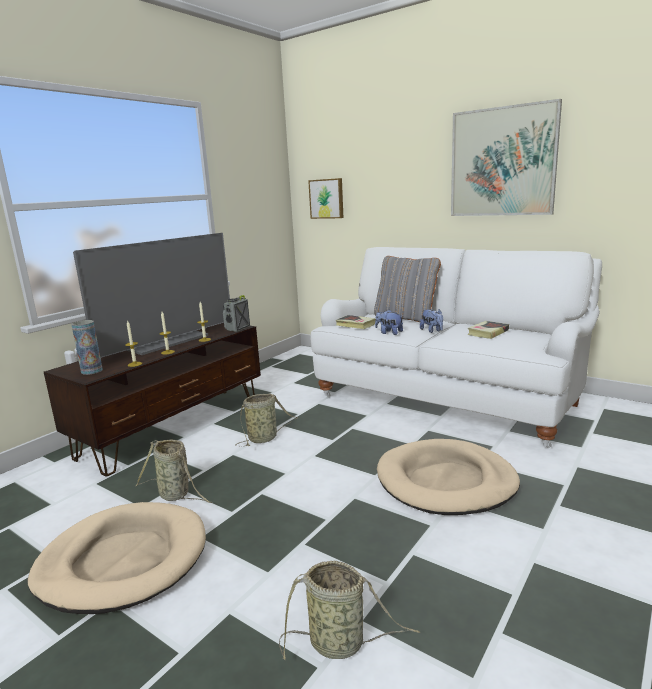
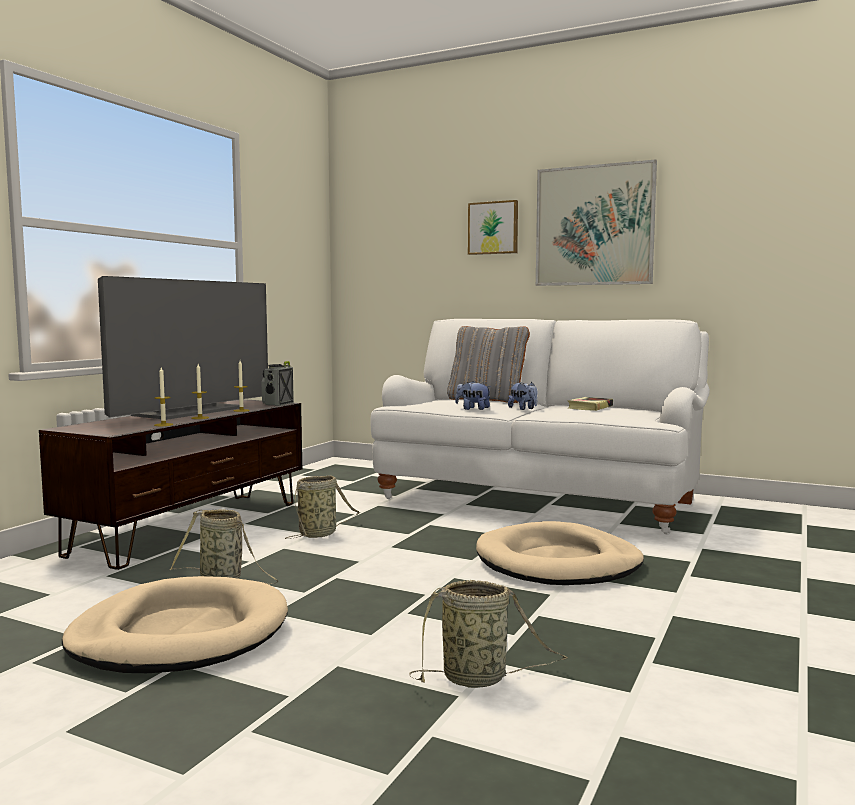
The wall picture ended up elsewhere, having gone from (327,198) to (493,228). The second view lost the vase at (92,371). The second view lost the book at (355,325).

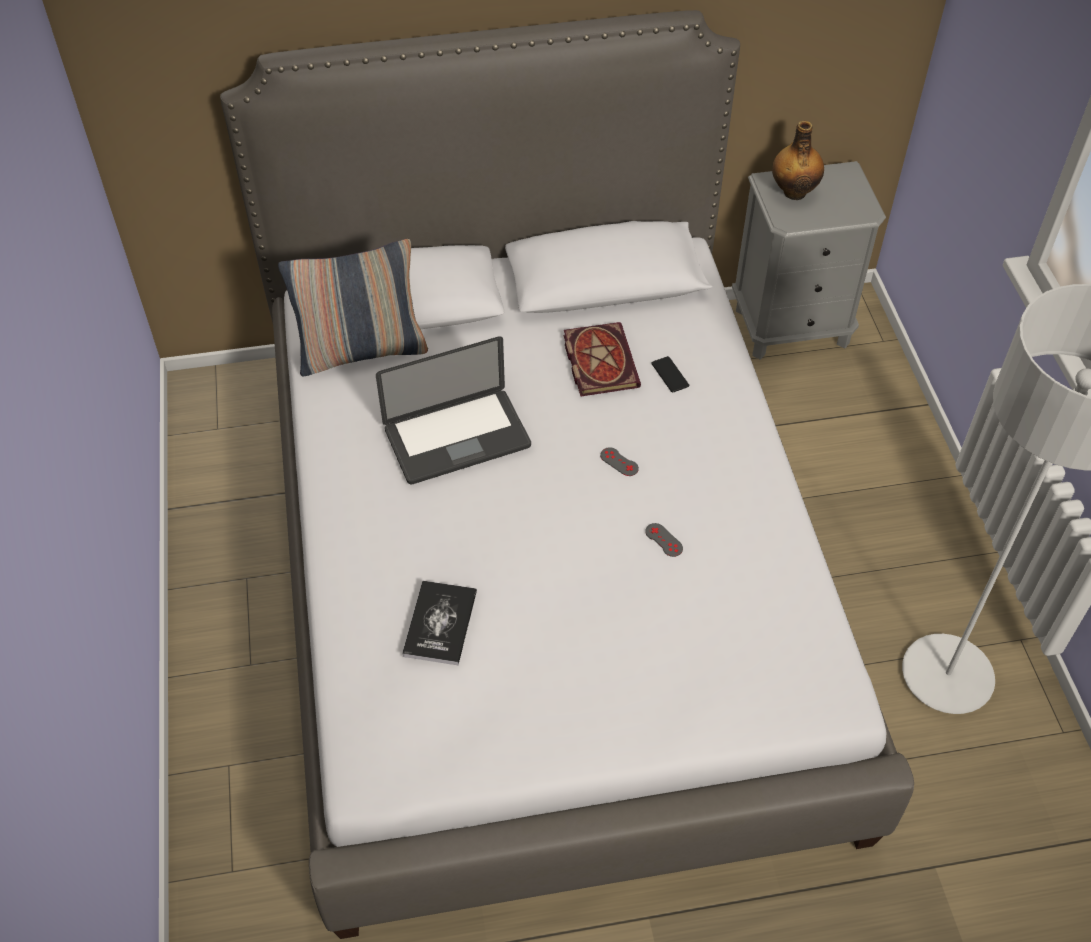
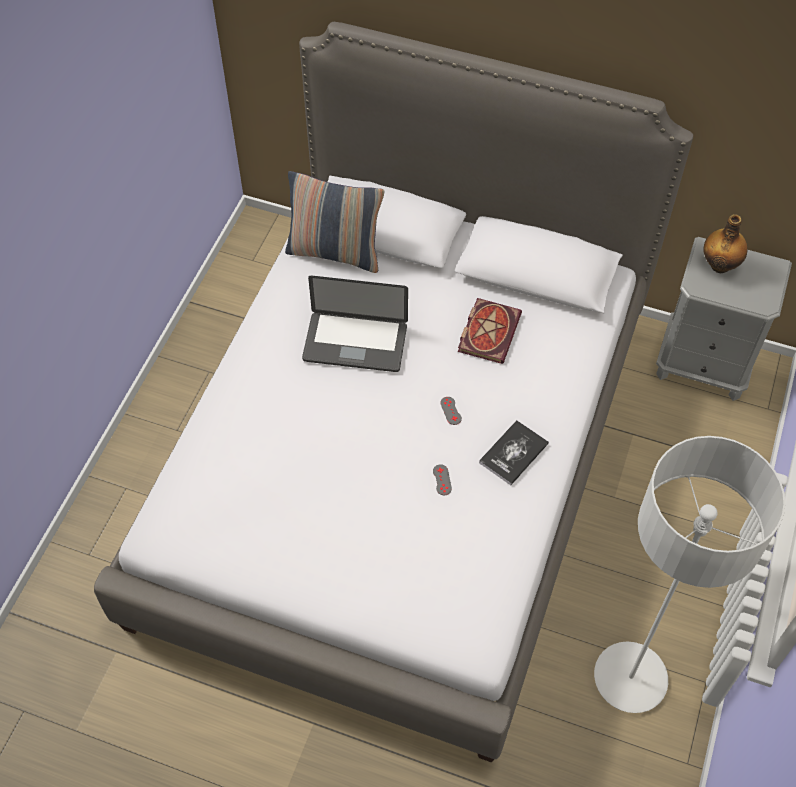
The book ended up elsewhere, having gone from (440,623) to (513,453). The second view lost the handset at (670,375).

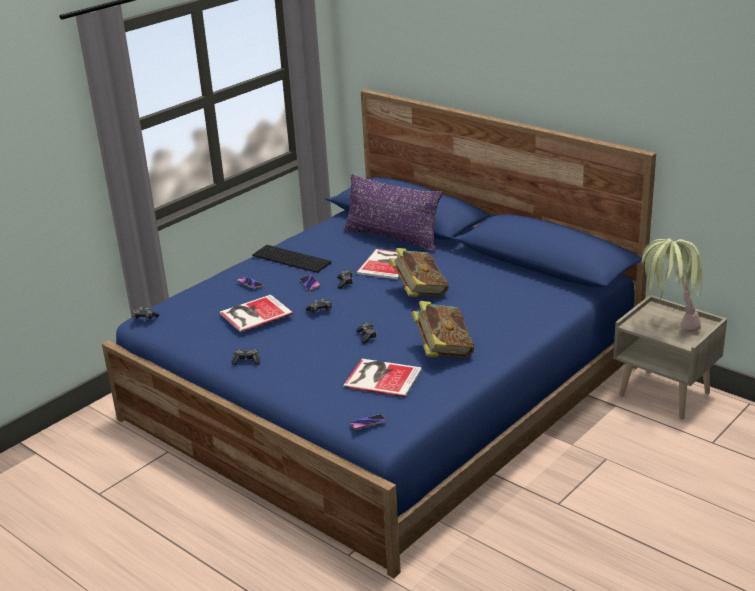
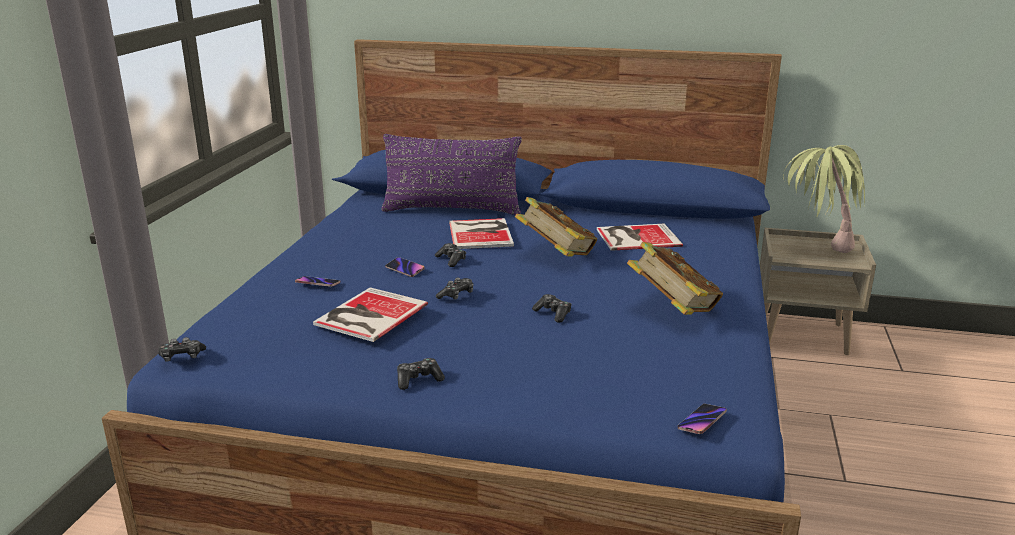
The book ended up elsewhere, having gone from (381,377) to (635,237). The second view lost the PC keyboard at (293,258).

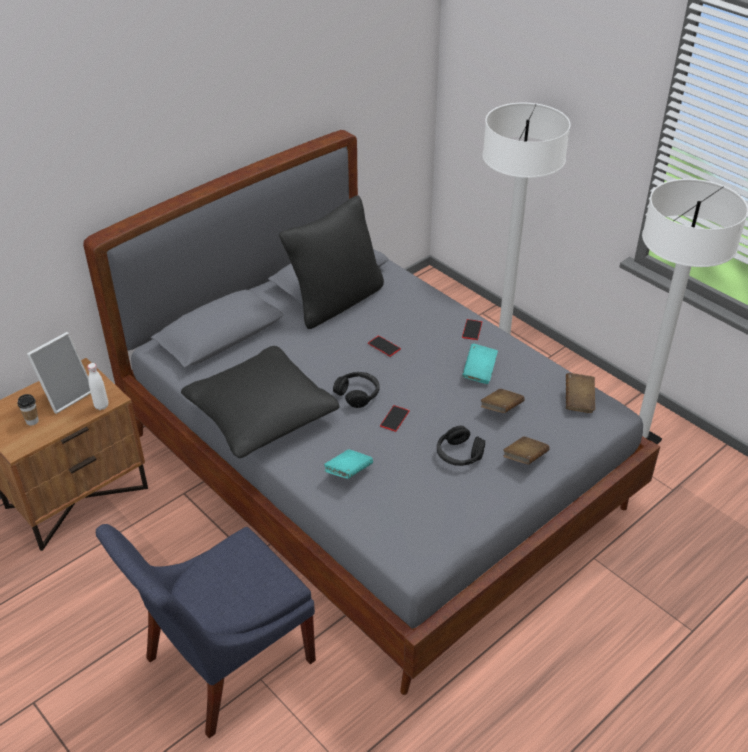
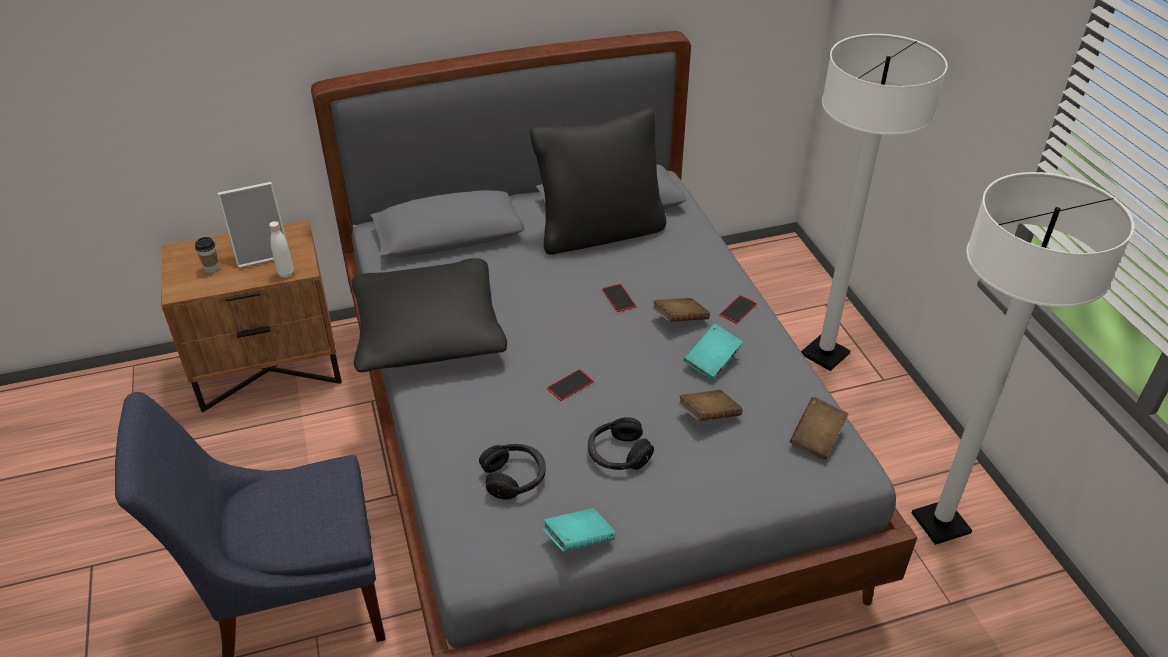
The headphones/blackish ended up elsewhere, having gone from (357,394) to (514,477). The book/blue-green ended up elsewhere, having gone from (348,472) to (578,540). The book/brown-coloured ended up elsewhere, having gone from (524,458) to (680,320).

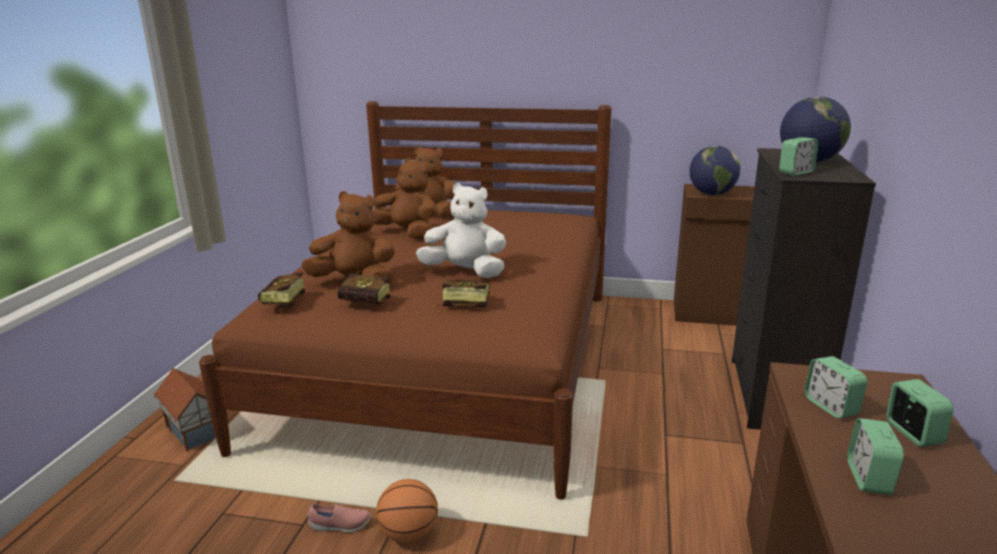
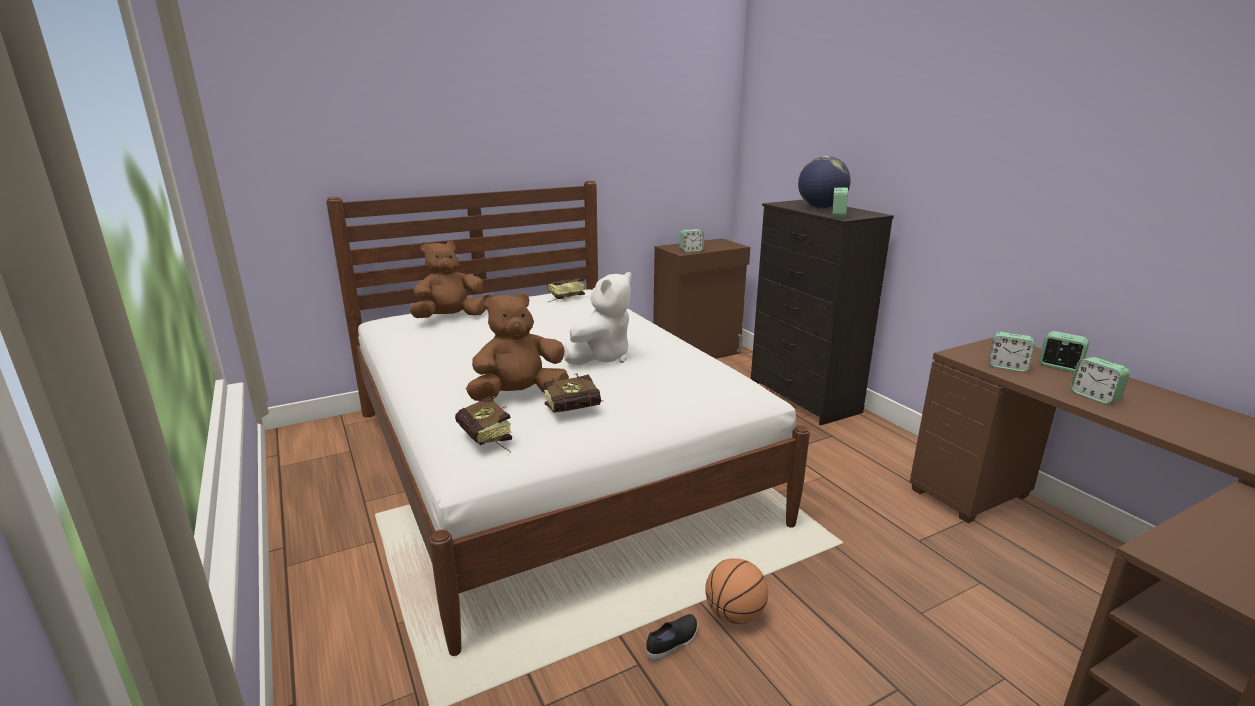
What was the bedroom bed/brown-coloured at (449,361) turned into the bedroom bed/white at (548,462). The book ended up elsewhere, having gone from (461,304) to (563,297). The plush toy/white at (465,272) ended up facing another way, 150 degrees clockwise from before. What was the shoe/pink-coloured at (340,526) turned into the shoe/blackish at (673,644). Where the globe stood at (711,194), the alarm clock came to stand at (691,250). The second view lost the toy house at (195,430). The second view lost the plush toy/brown-coloured at (408,234).

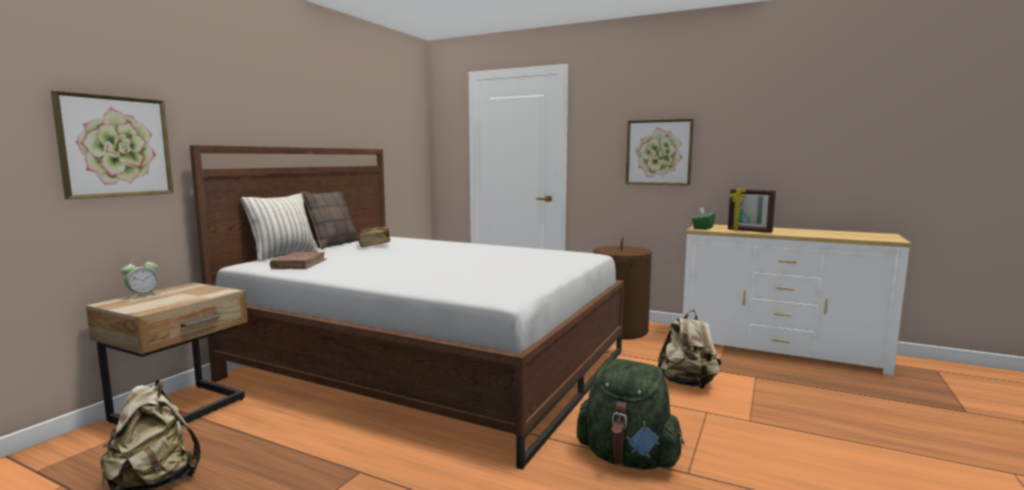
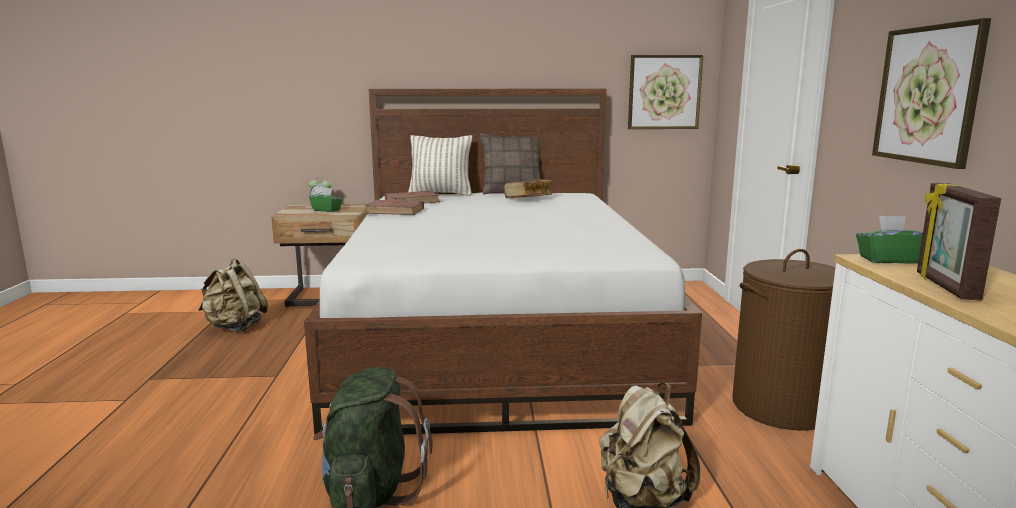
The second view gained the tissue box/green-coloured at (326,210). The second view gained the book/brown-coloured at (395,211). The wall picture ended up elsewhere, having gone from (115,146) to (664,92).

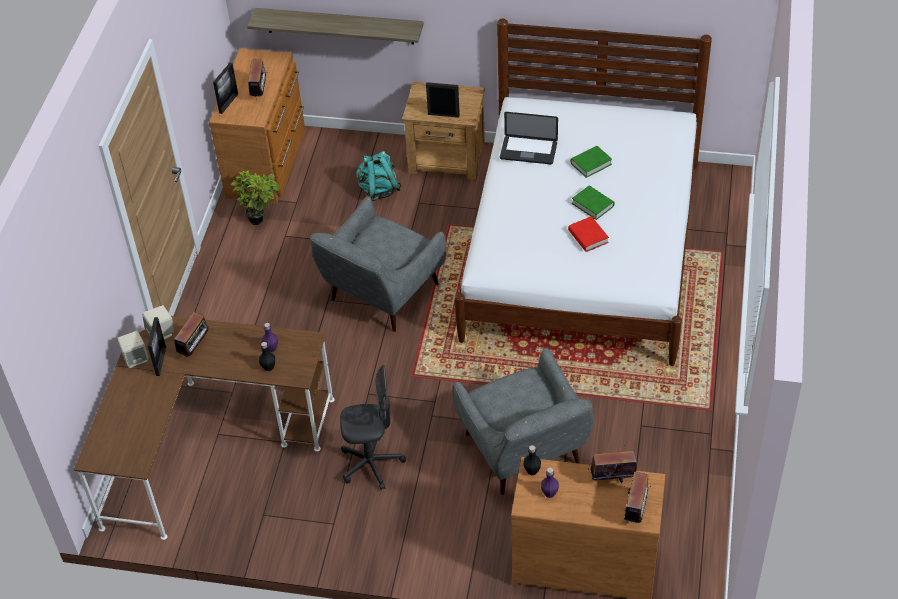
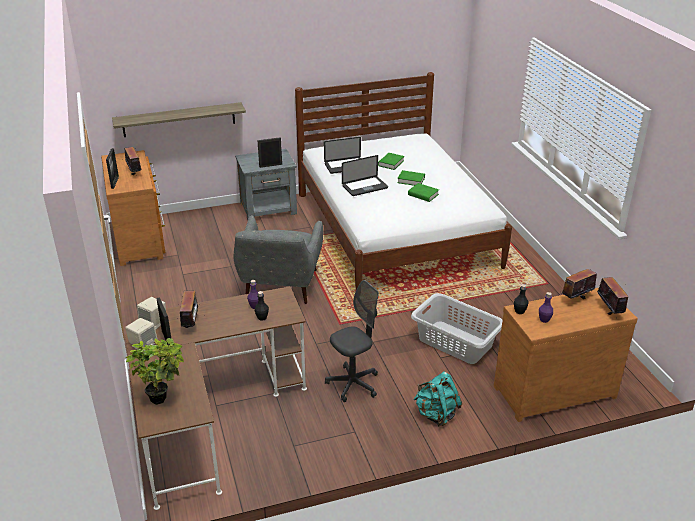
The houseplant ended up elsewhere, having gone from (260,219) to (162,397). What was the bedside table/brown-coloured at (447,159) turned into the bedside table/gray at (269,208). The second view gained the notebook computer at (365,187). What was the book/red at (588,237) turned into the book/green-coloured at (423,195). Where the easy chair/gray stood at (524,453), the hamper/gray came to stand at (455,342). The backpack/blue-green ended up elsewhere, having gone from (379,190) to (436,414).

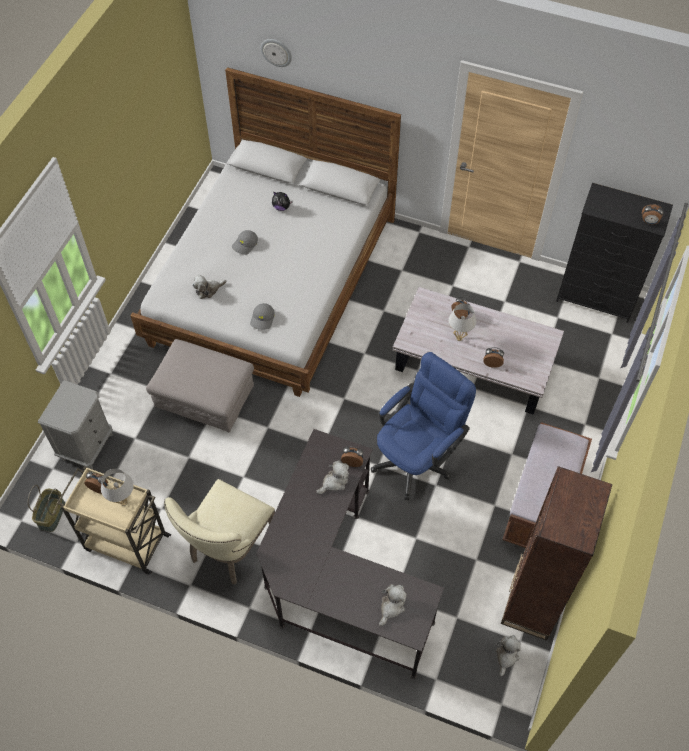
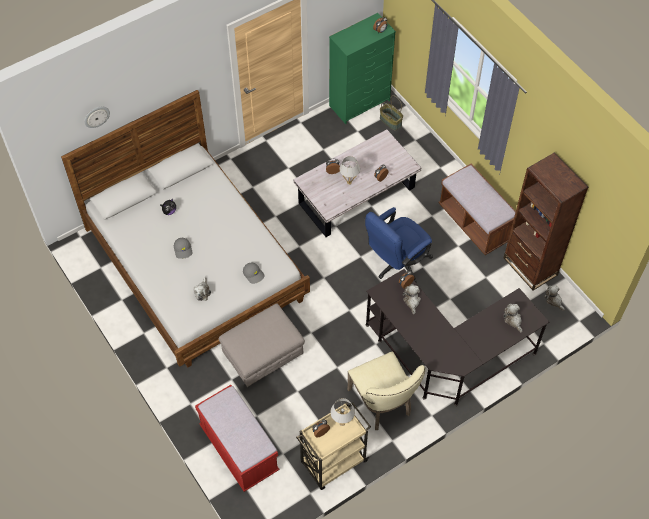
Where the bedside table/gray stood at (87,446), the bench/red came to stand at (239,449). What was the dresser/blackish at (597,297) turned into the dresser/green-coloured at (360,103). The office chair/blue-coloured at (417,457) ended up facing another way, 120 degrees counterclockwise from before. The basket ended up elsewhere, having gone from (52,515) to (391,121).

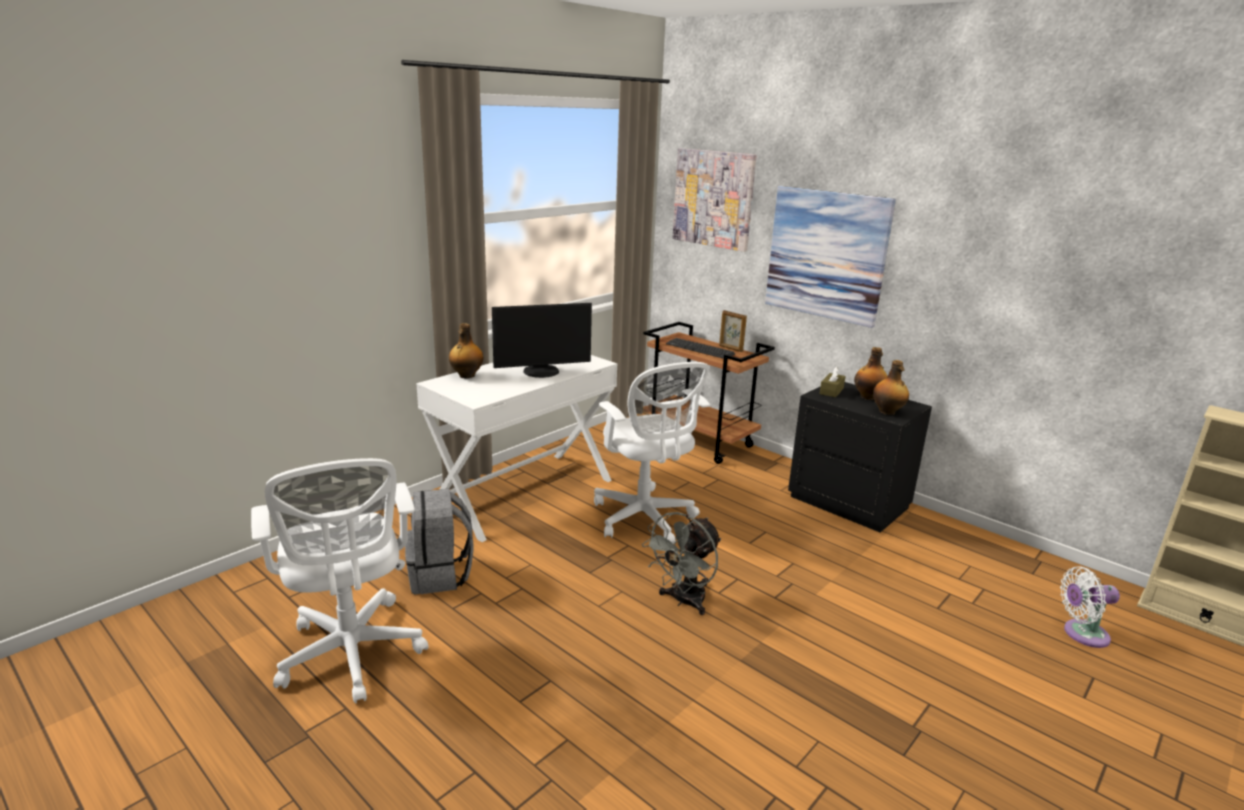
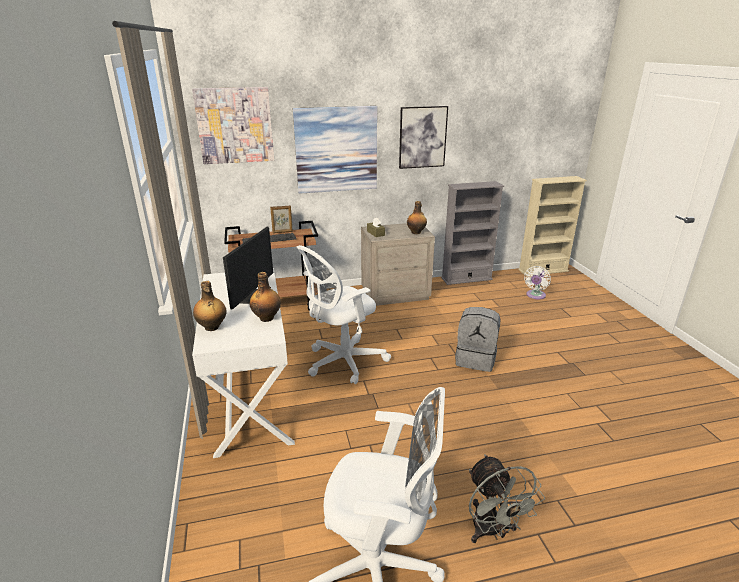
The bottle ended up elsewhere, having gone from (868,397) to (267,318). The office chair/white at (645,519) ended up facing another way, 135 degrees clockwise from before. What was the bedside table/blackish at (849,502) turned into the bedside table/beige-coloured at (395,293). The second view gained the wall picture at (422,137). The second view gained the bookcase/gray at (466,279). The backpack/gray ended up elsewhere, having gone from (440,575) to (476,359). The fan/gray ended up elsewhere, having gone from (683,601) to (492,532).

